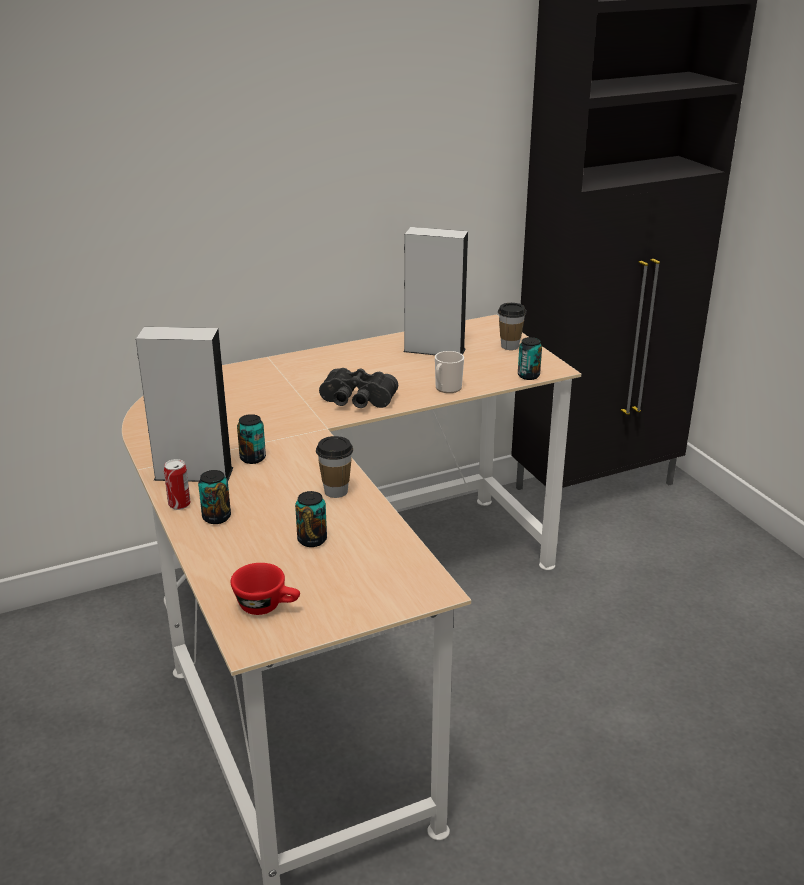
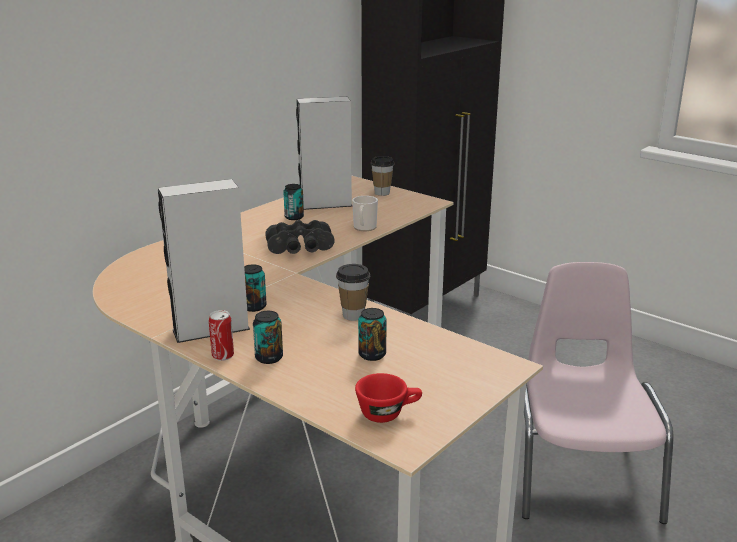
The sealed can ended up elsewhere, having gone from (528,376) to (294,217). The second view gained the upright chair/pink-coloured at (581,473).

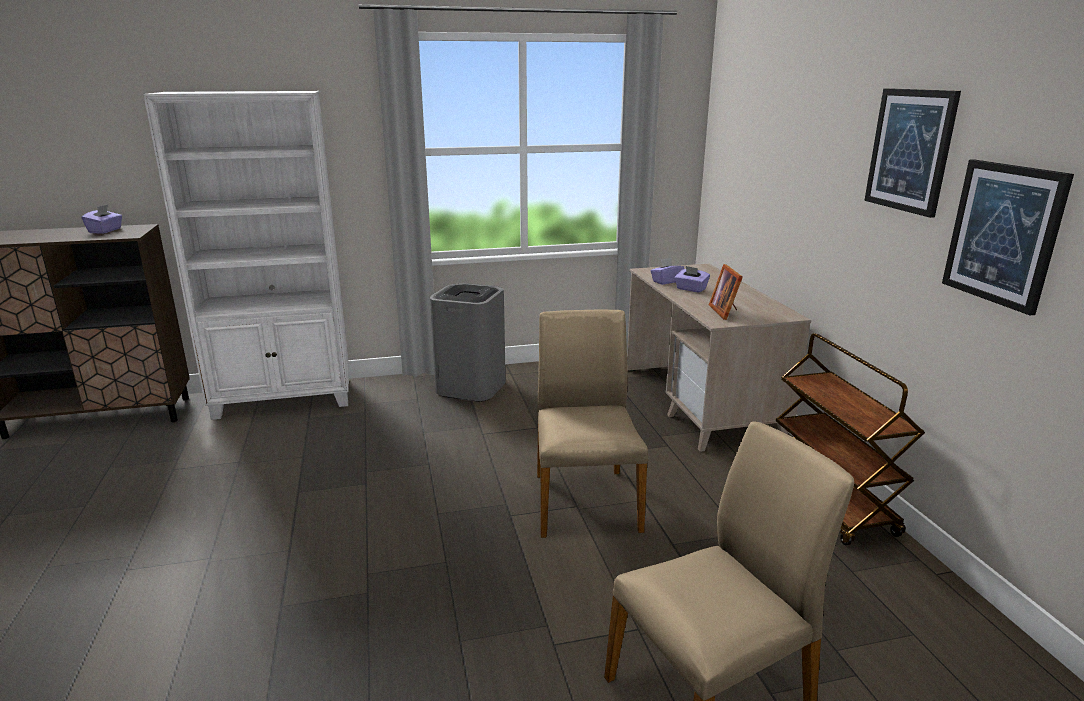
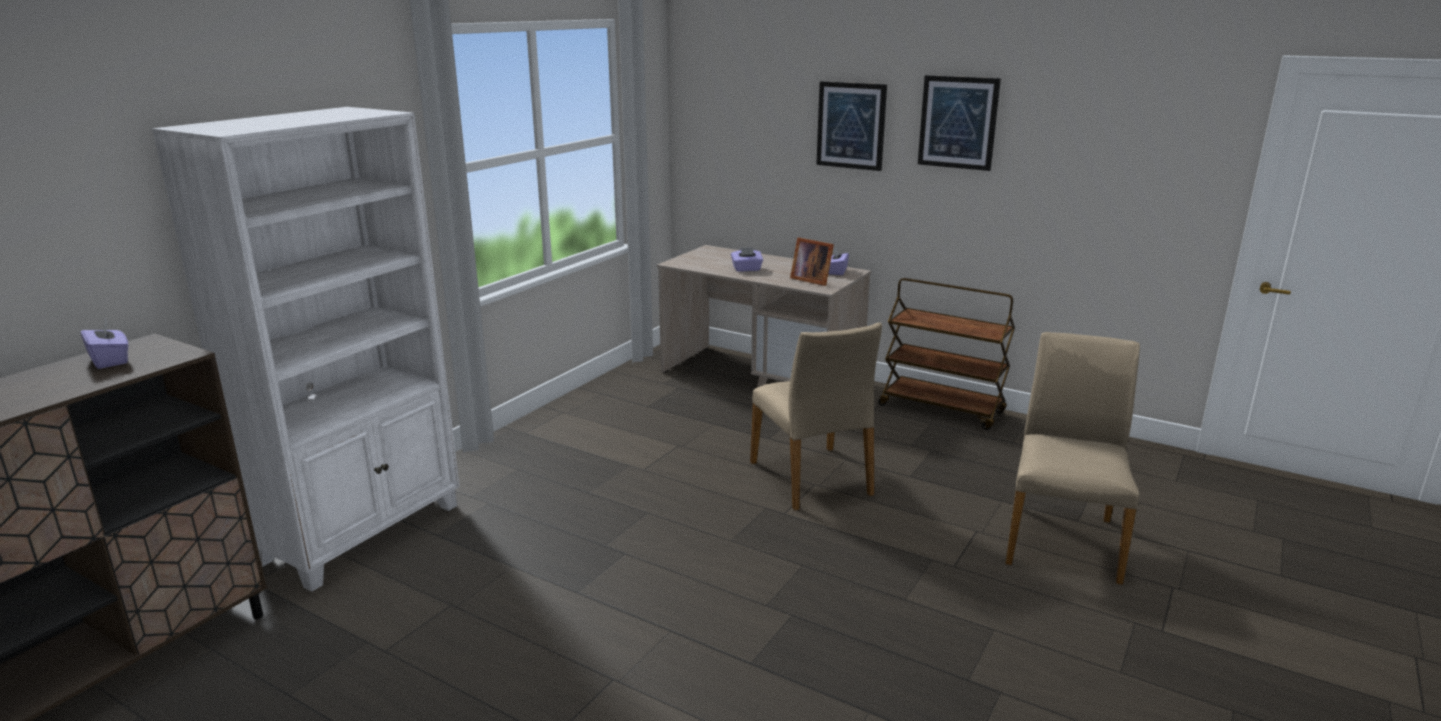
The upright chair/beige-coloured at (584,500) ended up facing another way, 150 degrees counterclockwise from before. The wall picture ended up elsewhere, having gone from (1003,234) to (851,125). The tissue box/purplish ended up elsewhere, having gone from (666,281) to (836,271). The second view lost the waste bin/gray at (472,387).

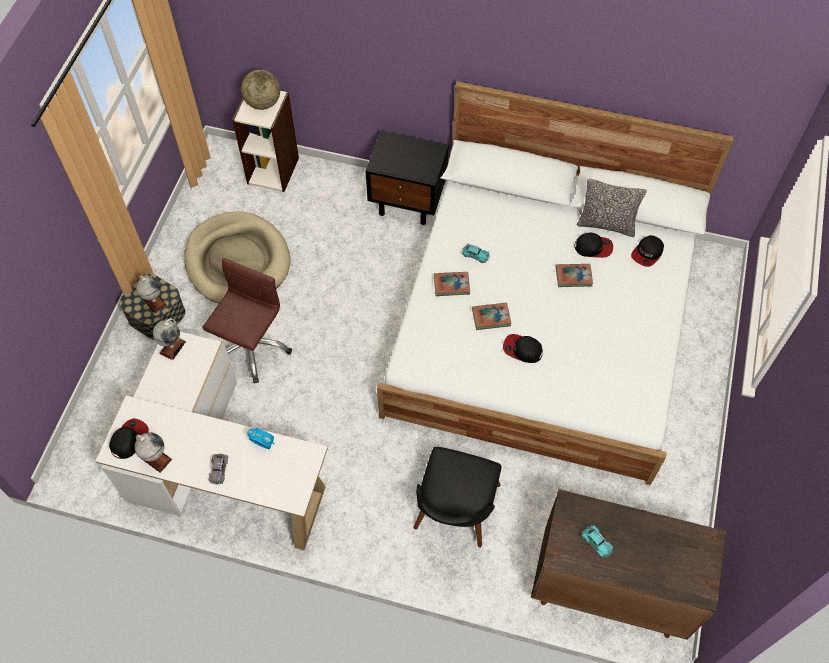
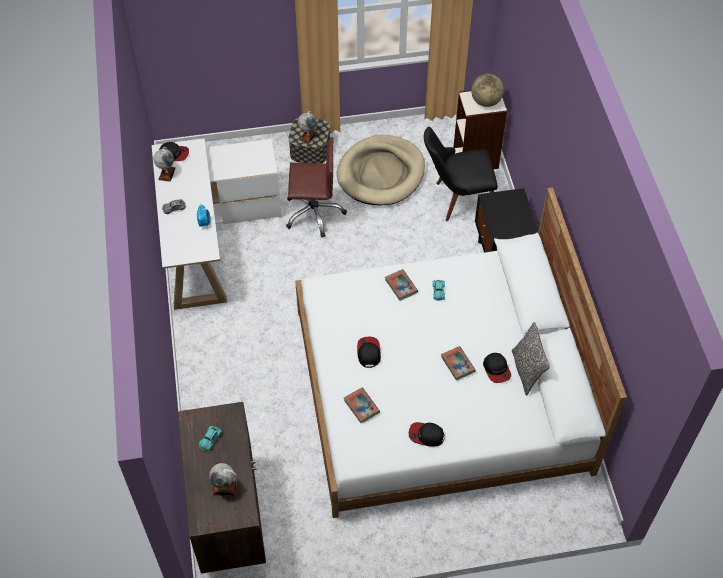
The globe ended up elsewhere, having gone from (172,347) to (224,487). The book ended up elsewhere, having gone from (491,317) to (361,406). The peaked cap ended up elsewhere, having gone from (647,253) to (426,435). The upright chair/blackish ended up elsewhere, having gone from (453,517) to (457,200).

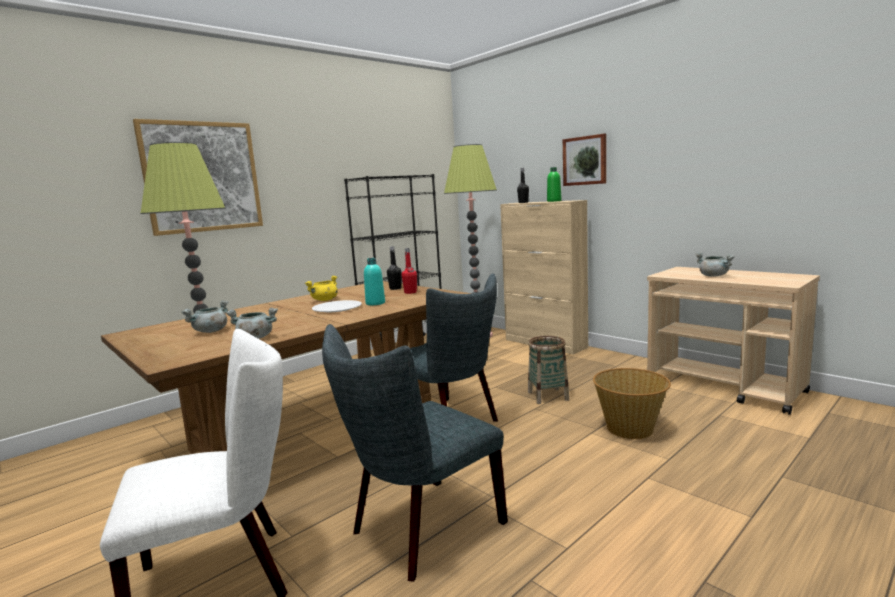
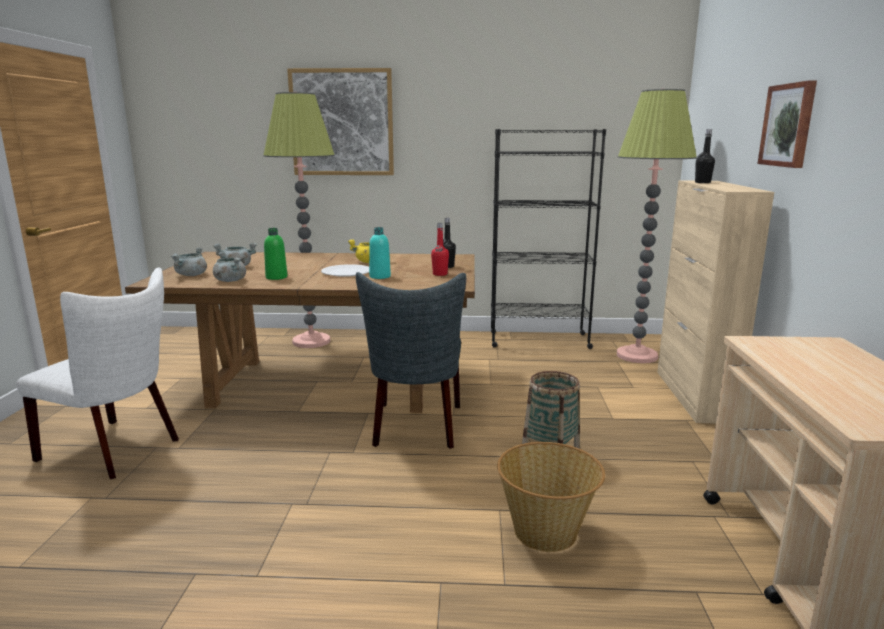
The cooking pot/gray ended up elsewhere, having gone from (714,276) to (191,275). The bottle/green-coloured ended up elsewhere, having gone from (554,201) to (276,277). The second view lost the upright chair/gray at (420,531).

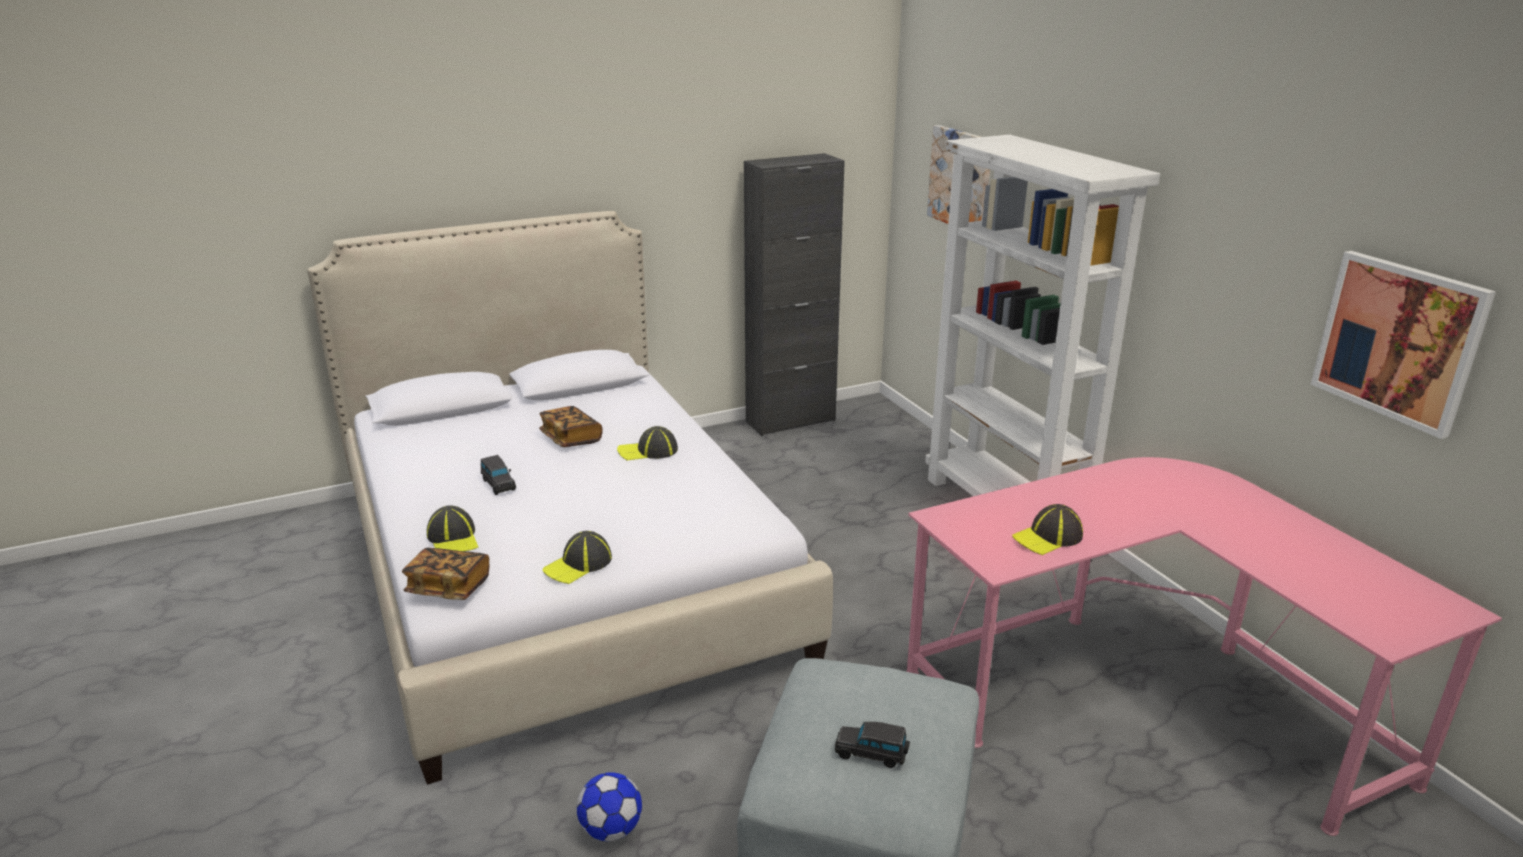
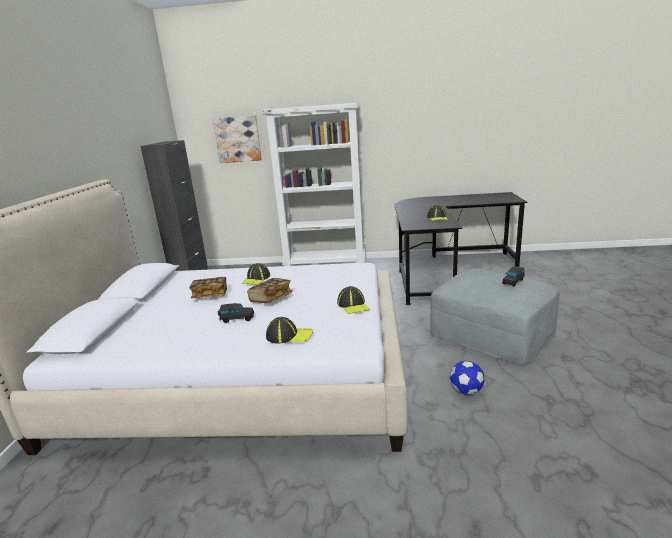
The book ended up elsewhere, having gone from (449,587) to (271,299). What was the desk unit/pink-coloured at (1147,692) turned into the desk unit/blackish at (445,271). The second view lost the wall picture at (1398,341).

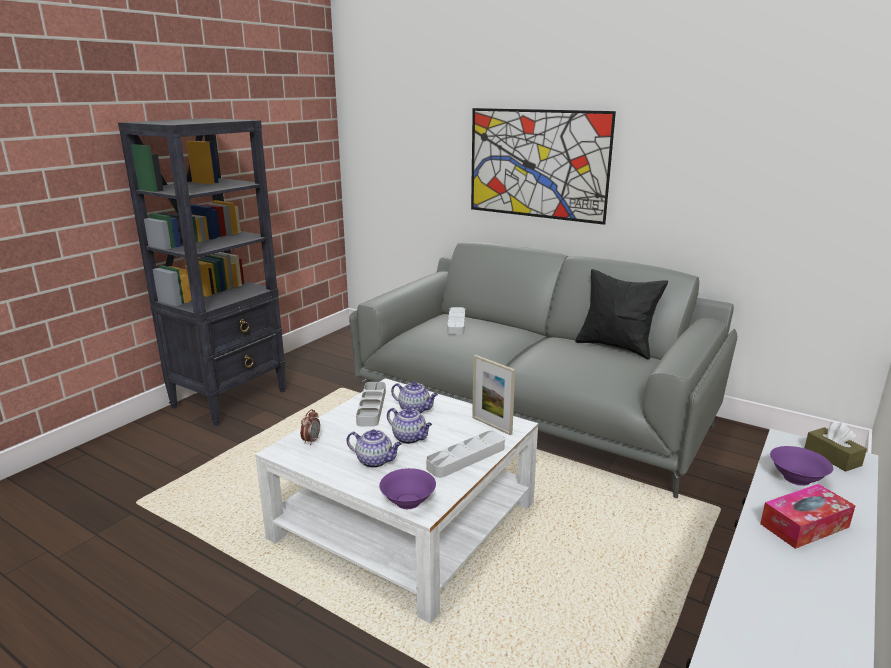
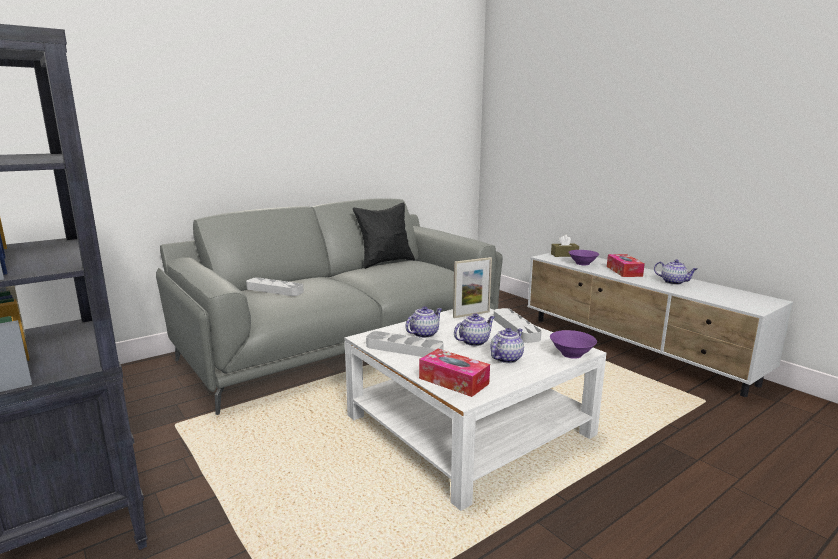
Where the alarm clock stood at (311,441), the tissue box came to stand at (453,381). The second view gained the teapot at (674,282). The second view lost the wall picture at (537,164).

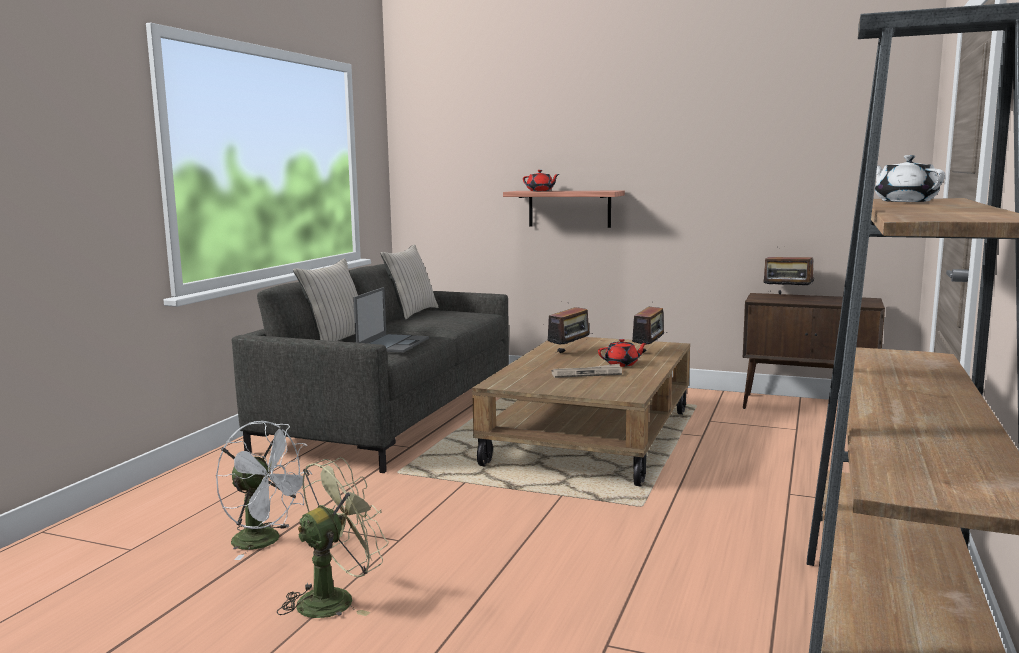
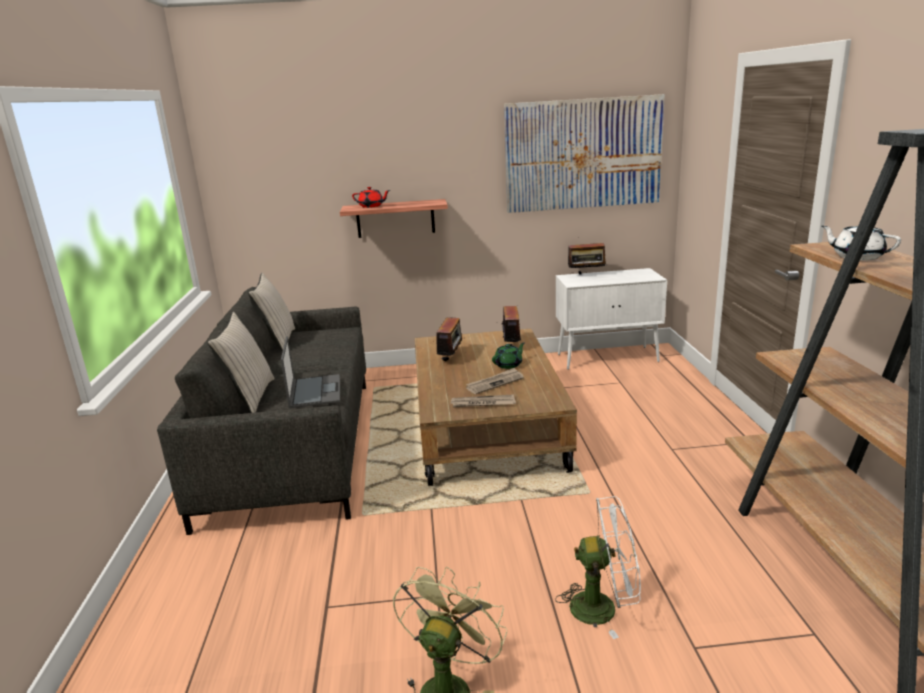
The second view gained the newspaper at (482,403). What was the teapot/red at (622,364) turned into the teapot/green-coloured at (508,365). The second view gained the wall picture at (583,154). The fan/white ended up elsewhere, having gone from (265,542) to (603,607). What was the cupboard/brown-coloured at (808,407) turned into the cupboard/white at (608,358).

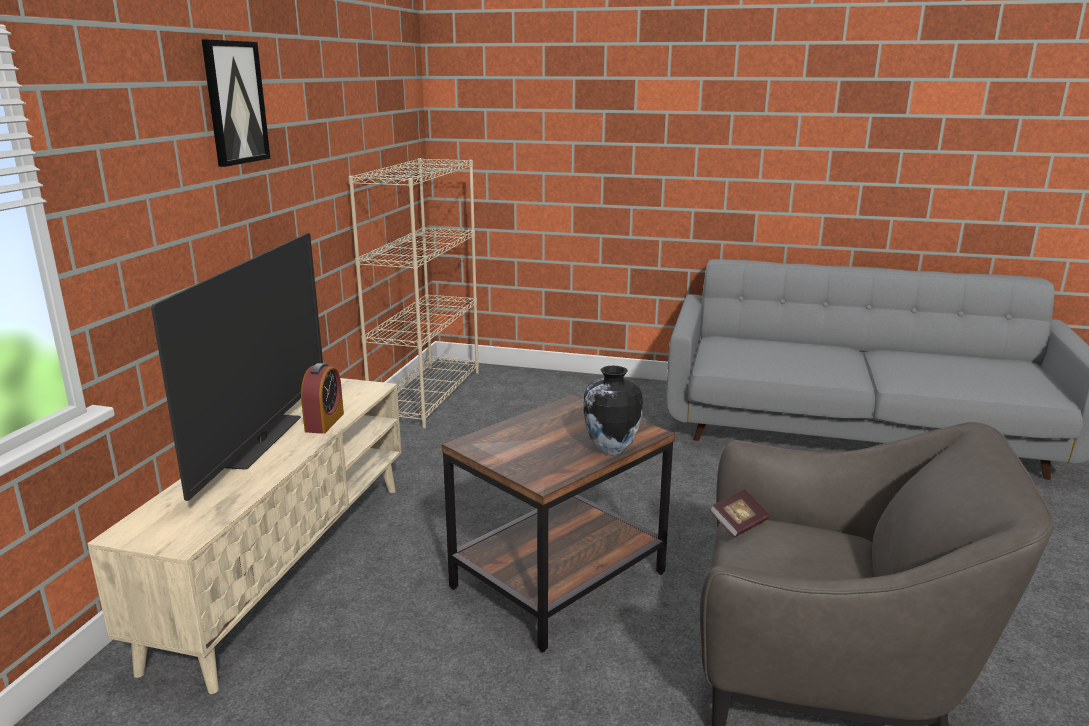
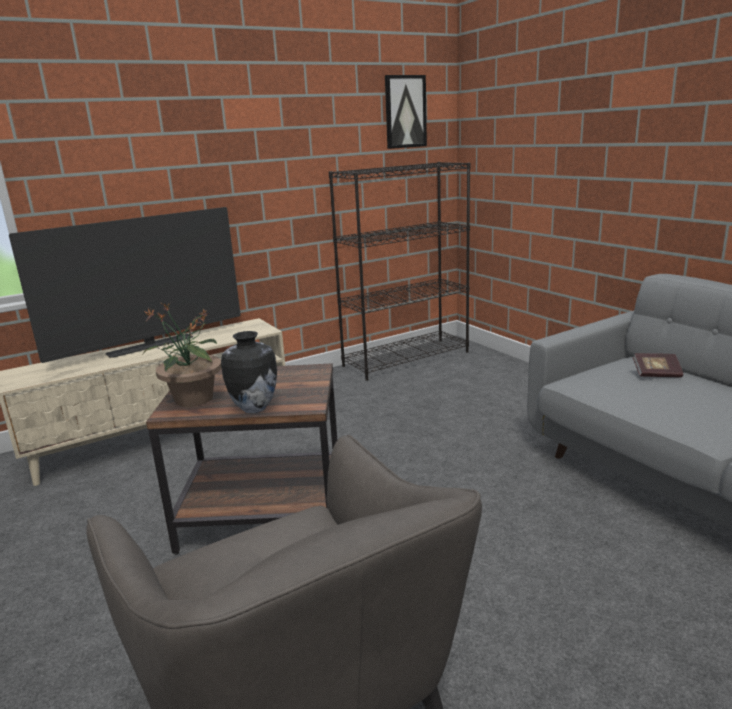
The second view gained the houseplant at (193,399). What was the bookcase/beige-coloured at (427,395) turned into the bookcase/blackish at (406,358). The wall picture ended up elsewhere, having gone from (235,103) to (405,112). The book ended up elsewhere, having gone from (739,524) to (656,374). The second view lost the alarm clock at (324,422).

